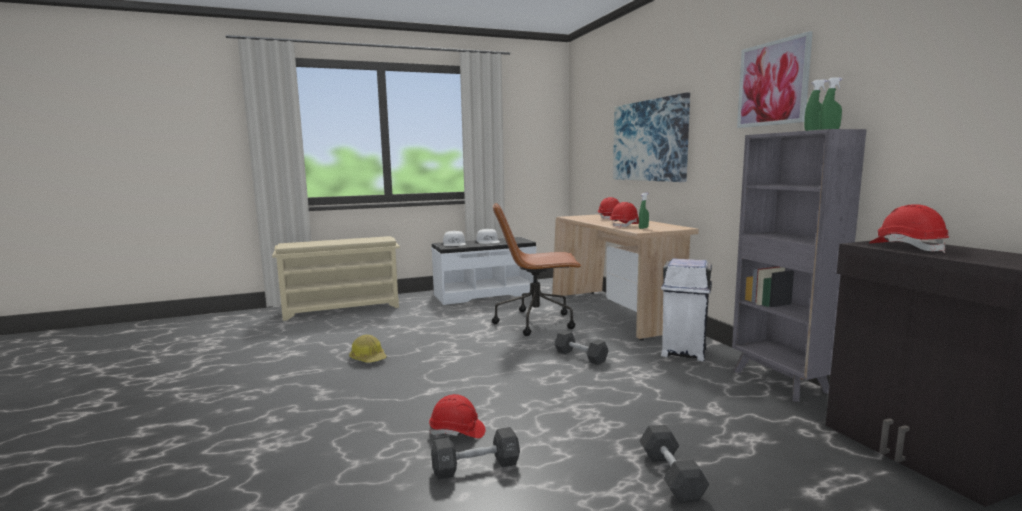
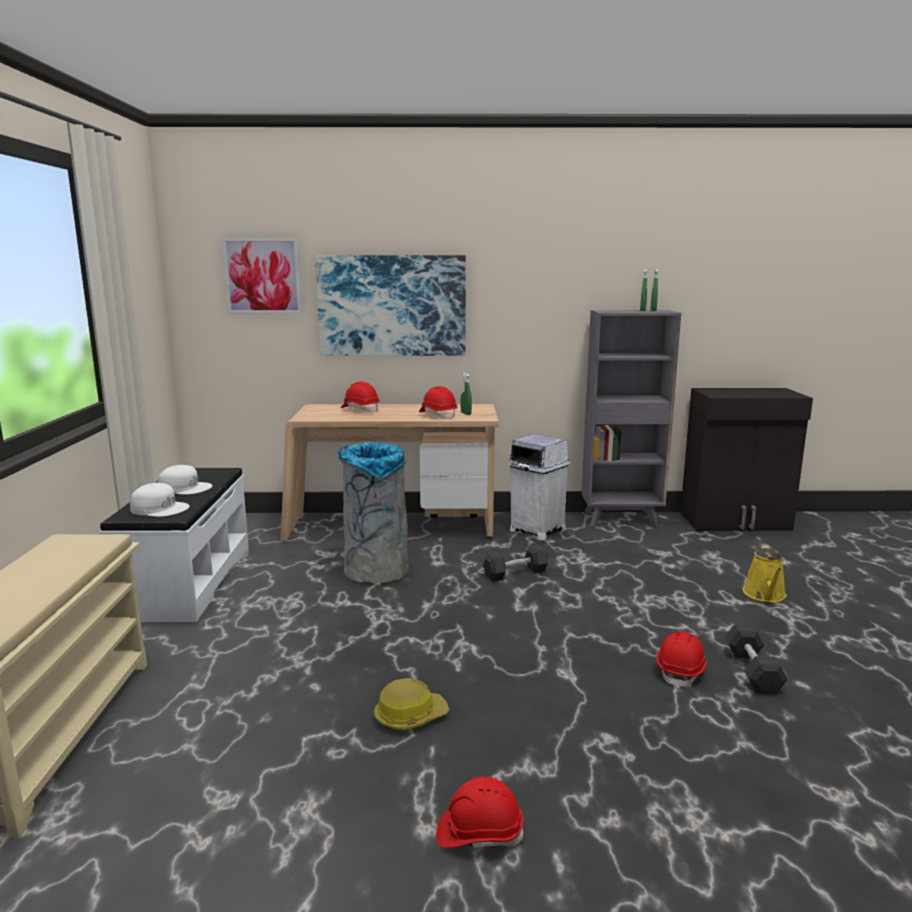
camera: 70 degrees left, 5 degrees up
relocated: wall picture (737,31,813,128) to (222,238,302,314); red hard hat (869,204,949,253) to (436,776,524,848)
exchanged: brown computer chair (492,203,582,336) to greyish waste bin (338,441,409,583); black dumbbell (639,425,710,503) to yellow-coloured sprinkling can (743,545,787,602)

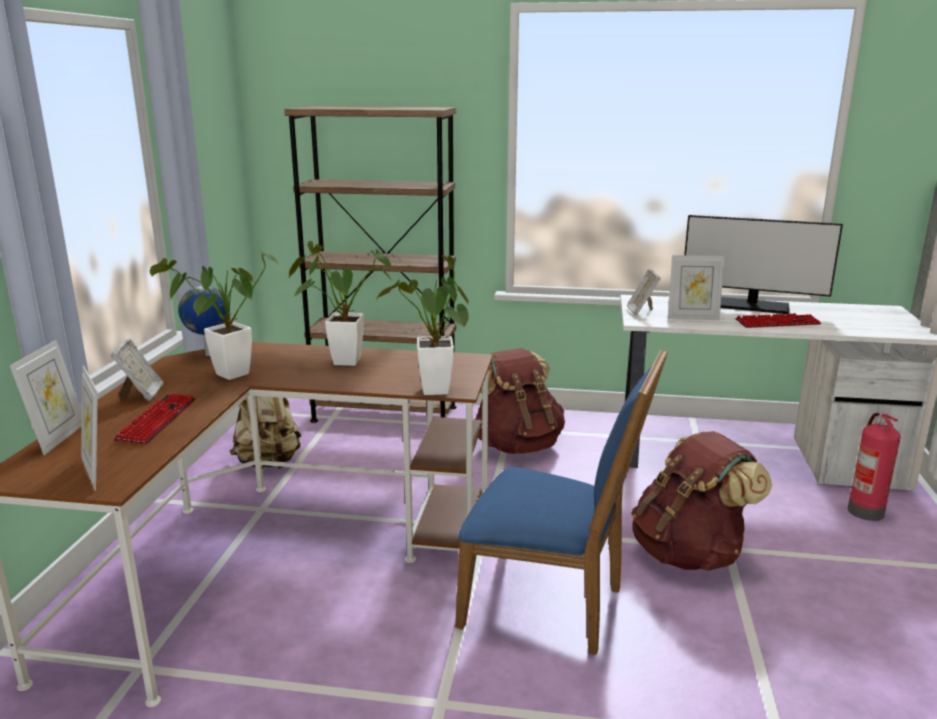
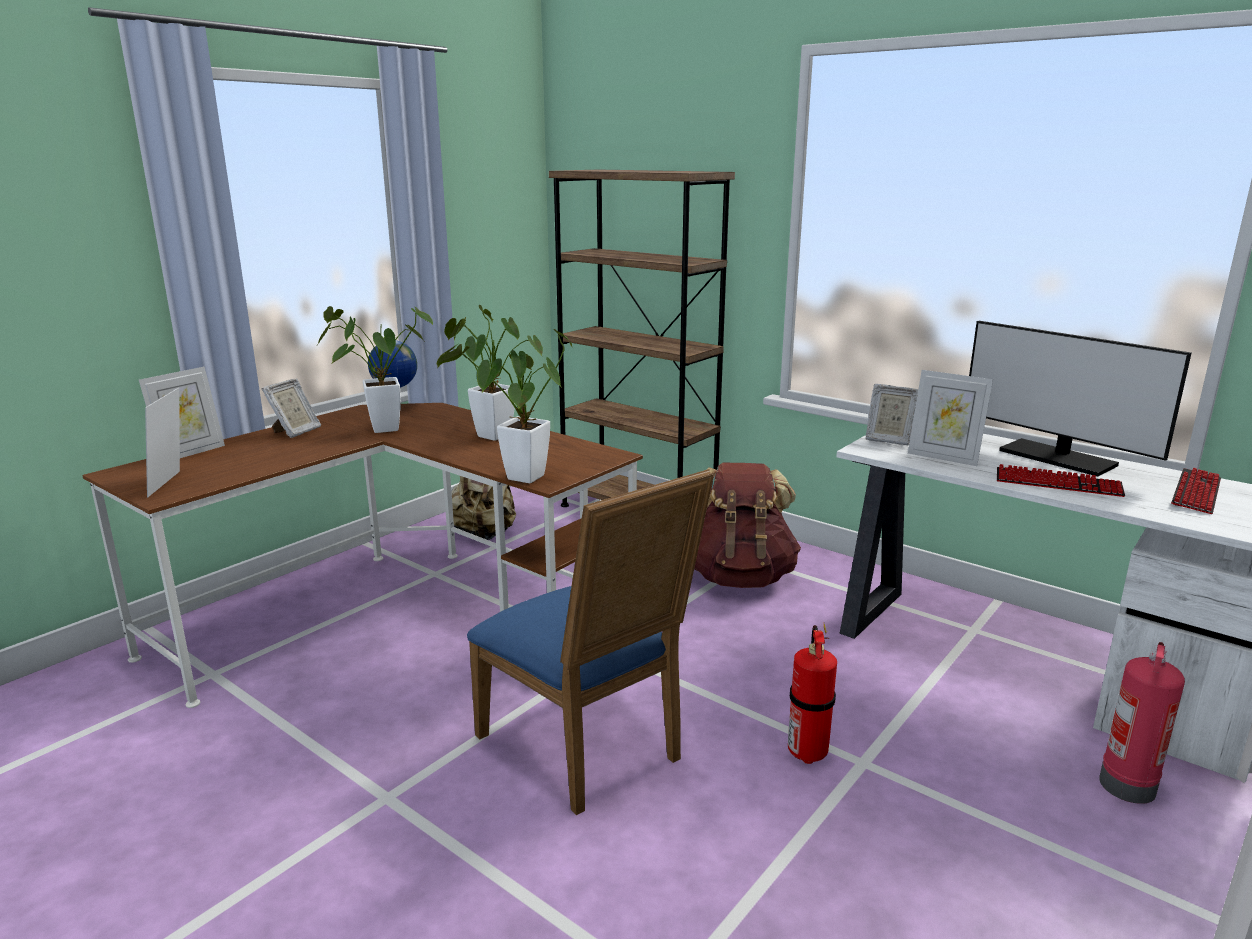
camera: 30 degrees right, 0 degrees up
relocated: keyboard (114,393,196,445) to (1171,467,1221,514)
exchanged: brown rucksack (631,431,772,571) to extinguisher (788,624,837,764)
spun: picture frame (627,269,661,315) = (866,384,918,445) 90 degrees counterclockwise

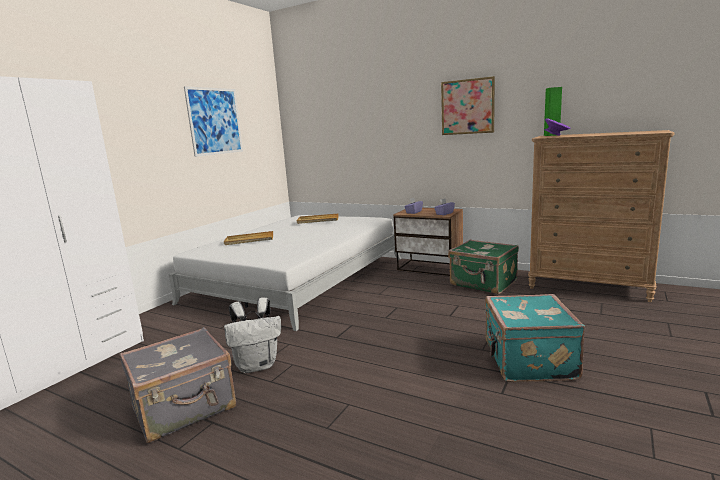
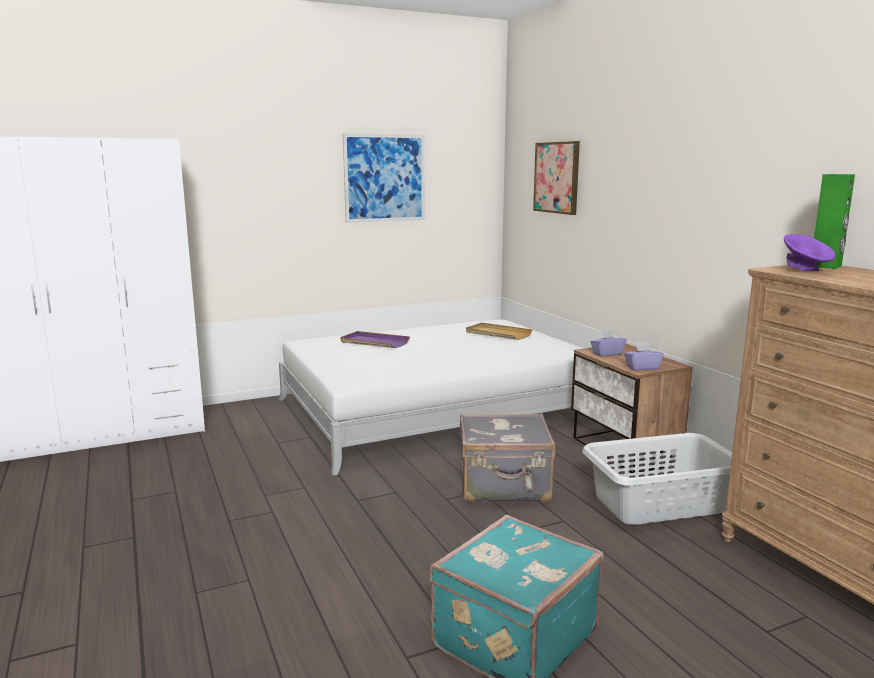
camera: 35 degrees right, 0 degrees up
missing: white rucksack (224,297,281,373)
relocated: greyish suitcase (119,327,236,443) to (460,413,555,502); wall picture (441,76,495,135) to (533,141,580,215)
exchanged: green suitcase (448,239,519,294) to greyish washing basket (582,433,732,525)
colour: beige-coloured tray (224,231,273,245) to purple tray (340,331,410,348)

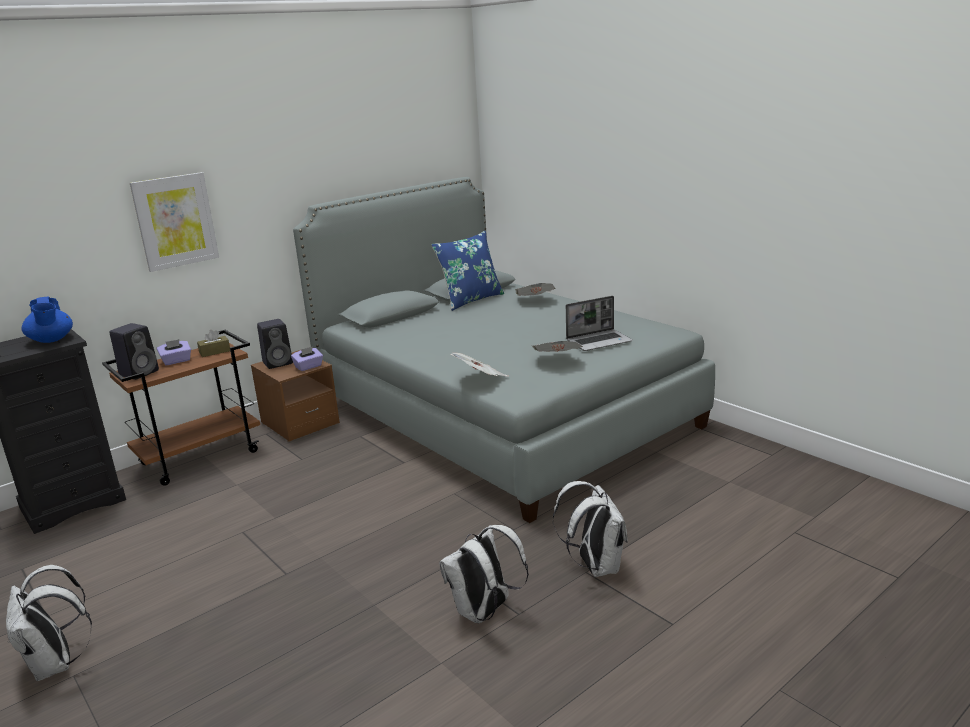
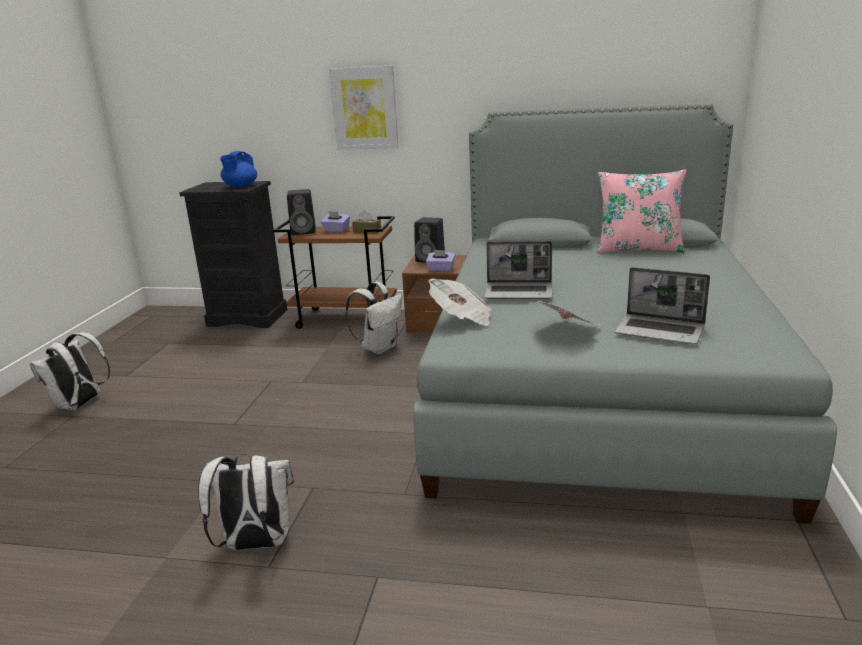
camera: 50 degrees right, 0 degrees up
missing: printed paper (515,283,555,296)
appeared: laptop (484,241,553,299)
relocated: white rucksack (553,481,628,577) to (345,282,402,354)
colour: blue-coloured pillow (431,231,504,311) to pinkish pillow (597,169,686,253)

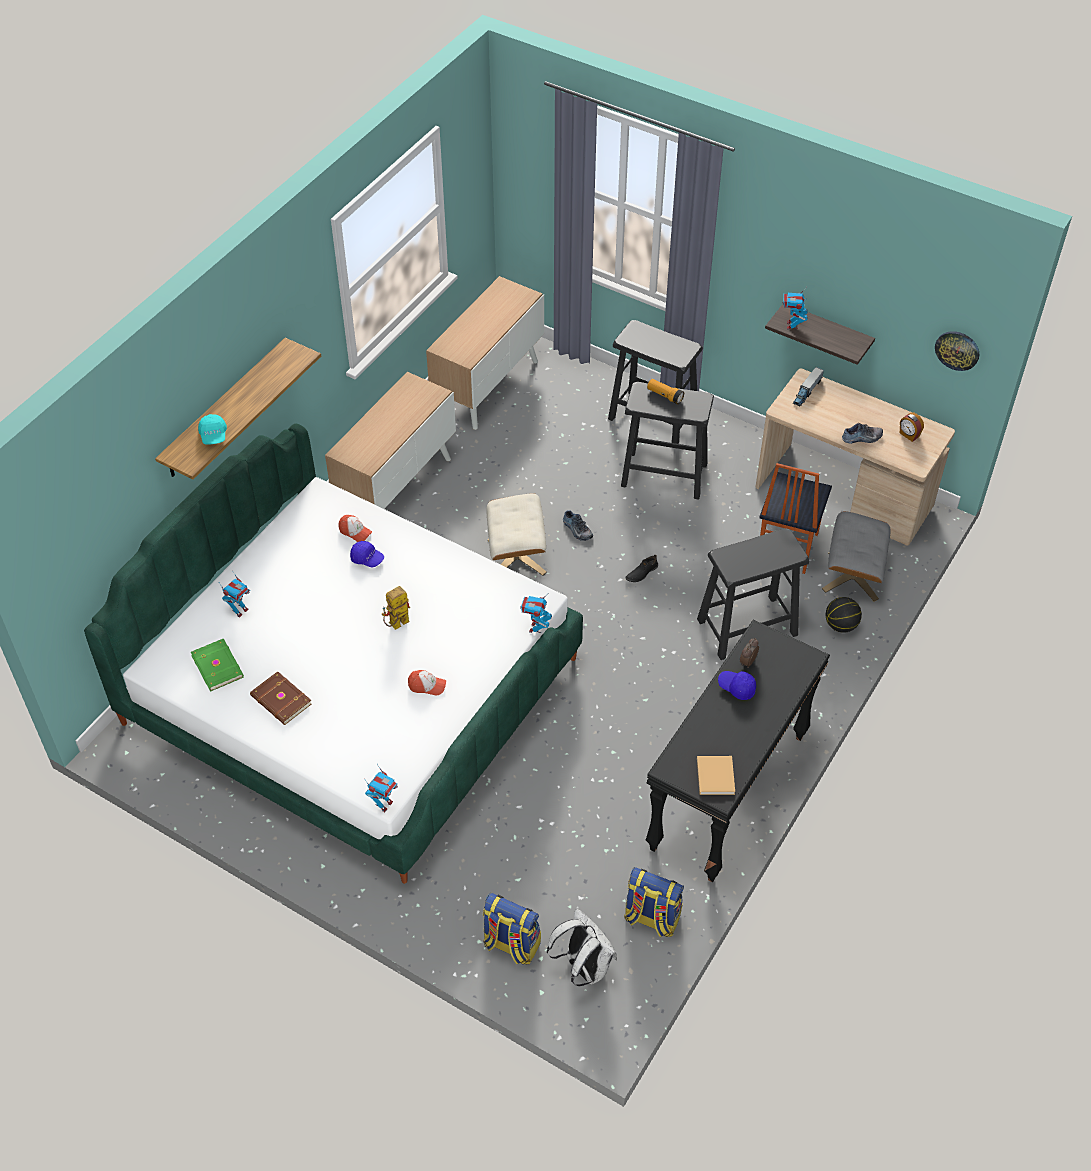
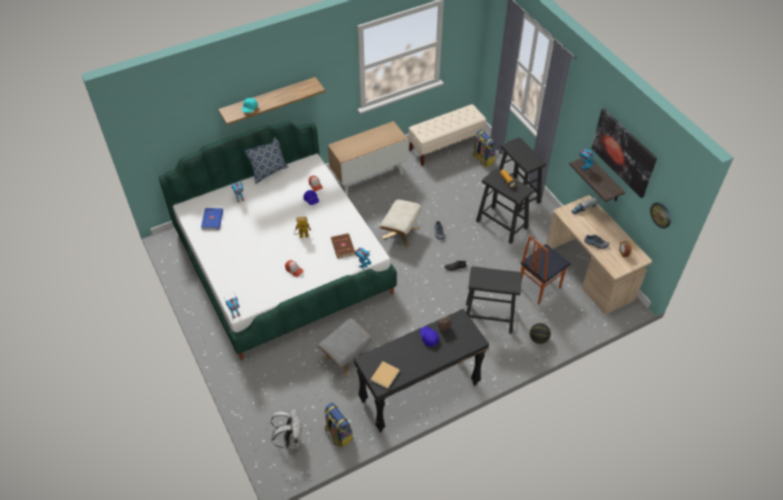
camera: 30 degrees right, 0 degrees up
appeared: pillow (244,137,288,184); wall picture (591,108,657,198)
relocated: brown bound book (250,671,312,725) to (331,233,355,259); rucksack (483,893,541,965) to (473,129,496,167); greyish pouffe (822,511,891,601) to (318,318,372,376)
exchanged: cabinet (426,276,544,430) to beige-coloured indoor bench (408,104,486,166)
colour: green bound book (191,639,244,692) to blue-coloured bound book (201,208,223,230)

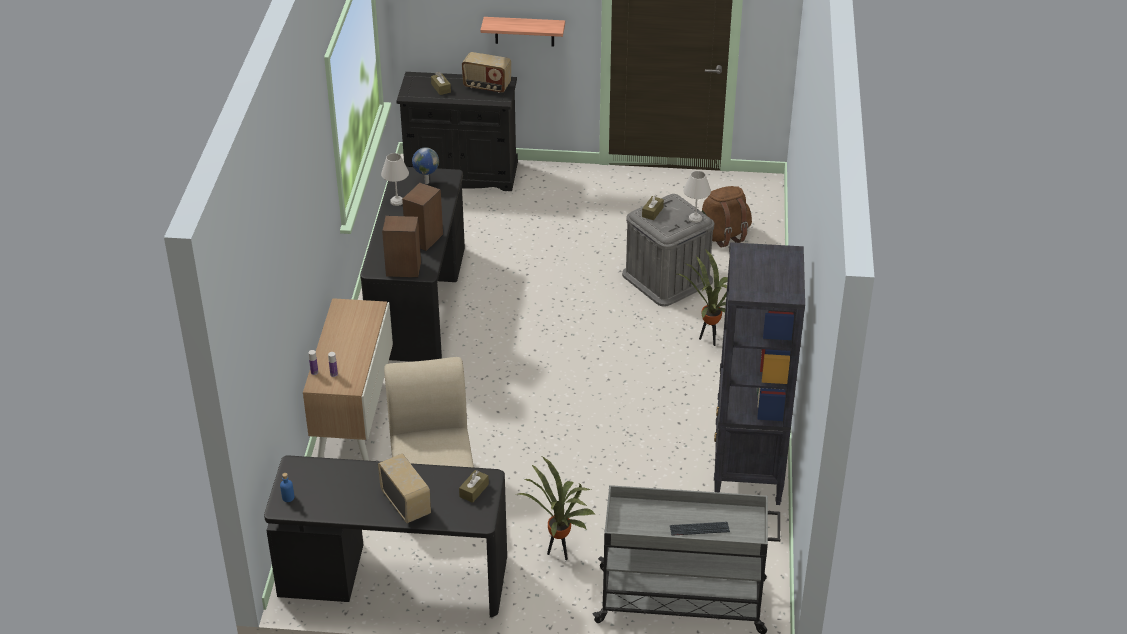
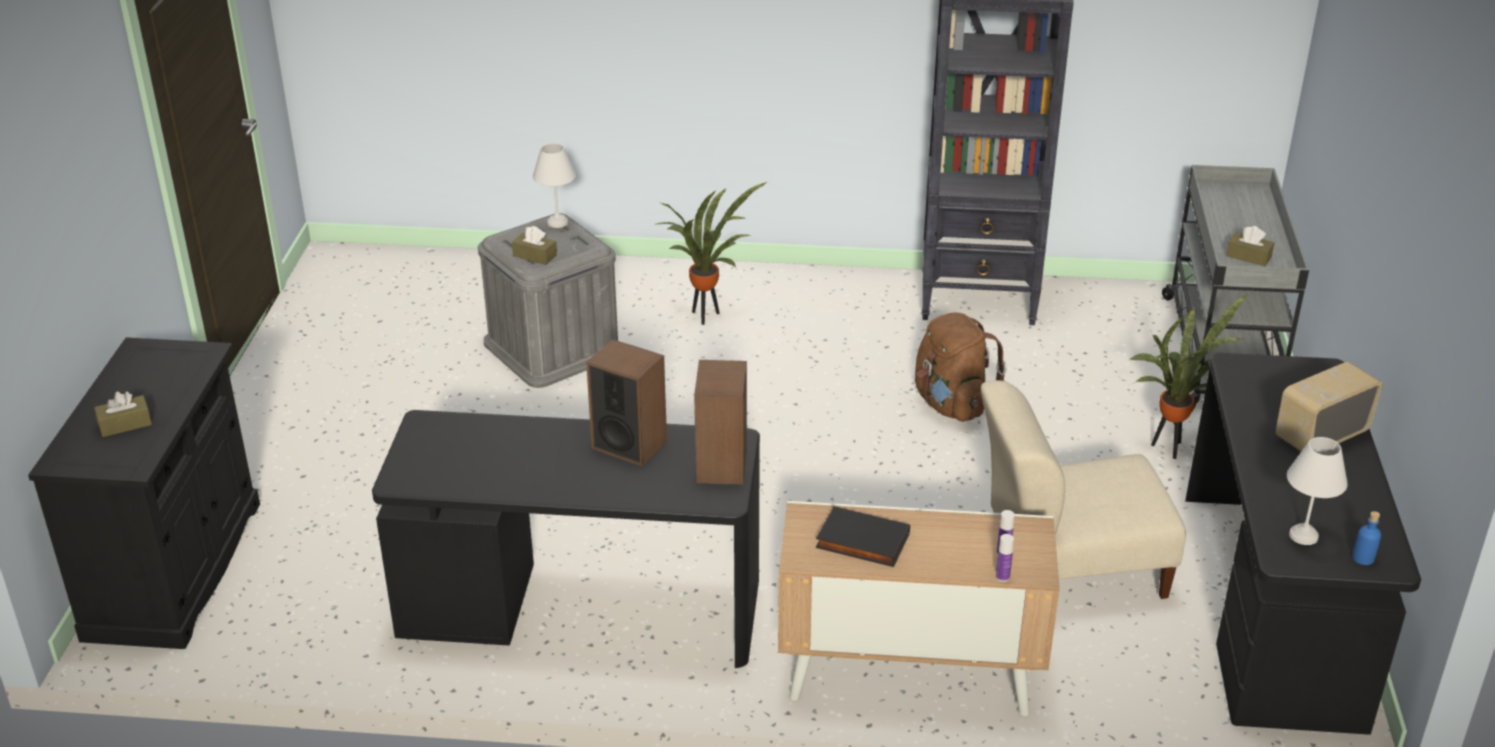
camera: 90 degrees left, 5 degrees down
missing: globe (412,147,439,184); radio set (462,52,511,93); bracket shelf (480,17,565,47); keyboard (670,522,730,536)
appeared: black bound book (816,506,910,567)
relocated: white lamp for a table (381,153,409,206) to (1287,437,1348,545); brown box of tissues (459,470,489,503) to (1226,226,1274,266); brown rucksack (701,186,752,247) to (915,313,1007,422)

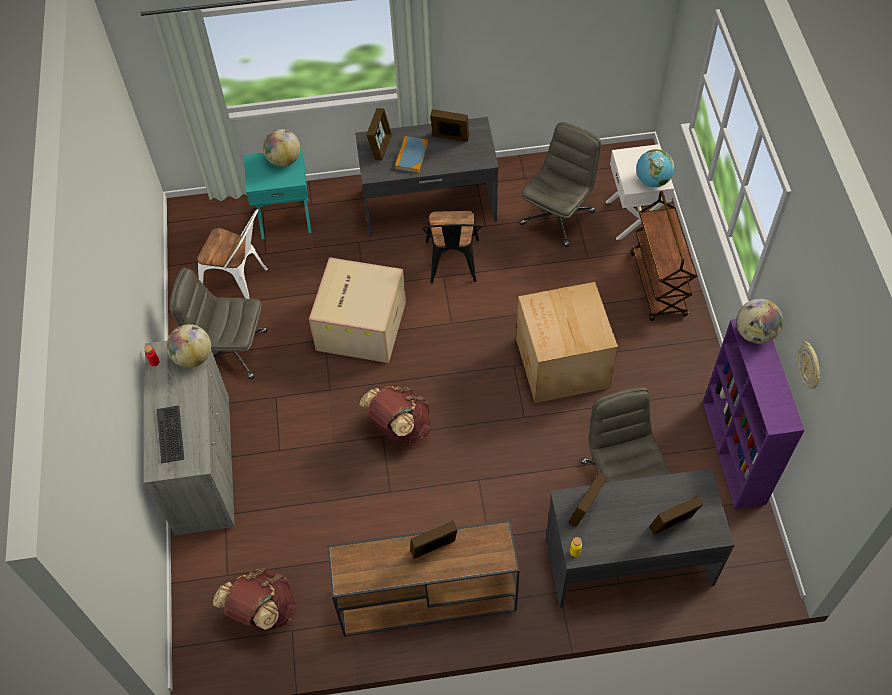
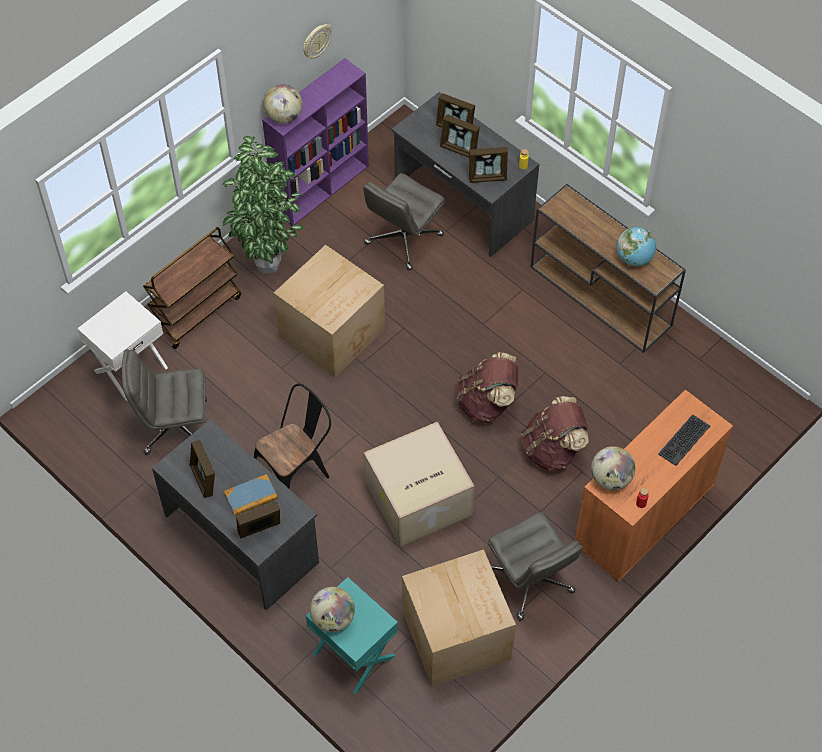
camera: 130 degrees left, 0 degrees up
appeared: houseplant (222,136,304,274)
relocated: brown rucksack (213,568,296,631) to (521,396,589,472); picture frame (410,521,458,559) to (440,114,480,158); globe (636,149,674,187) to (617,227,656,267)
exchanged: white plain chair (197,209,268,299) to cardboard box (402,549,516,687)
colour: greyish cabinet (145,340,235,535) to orangey cabinet (574,390,733,582)

